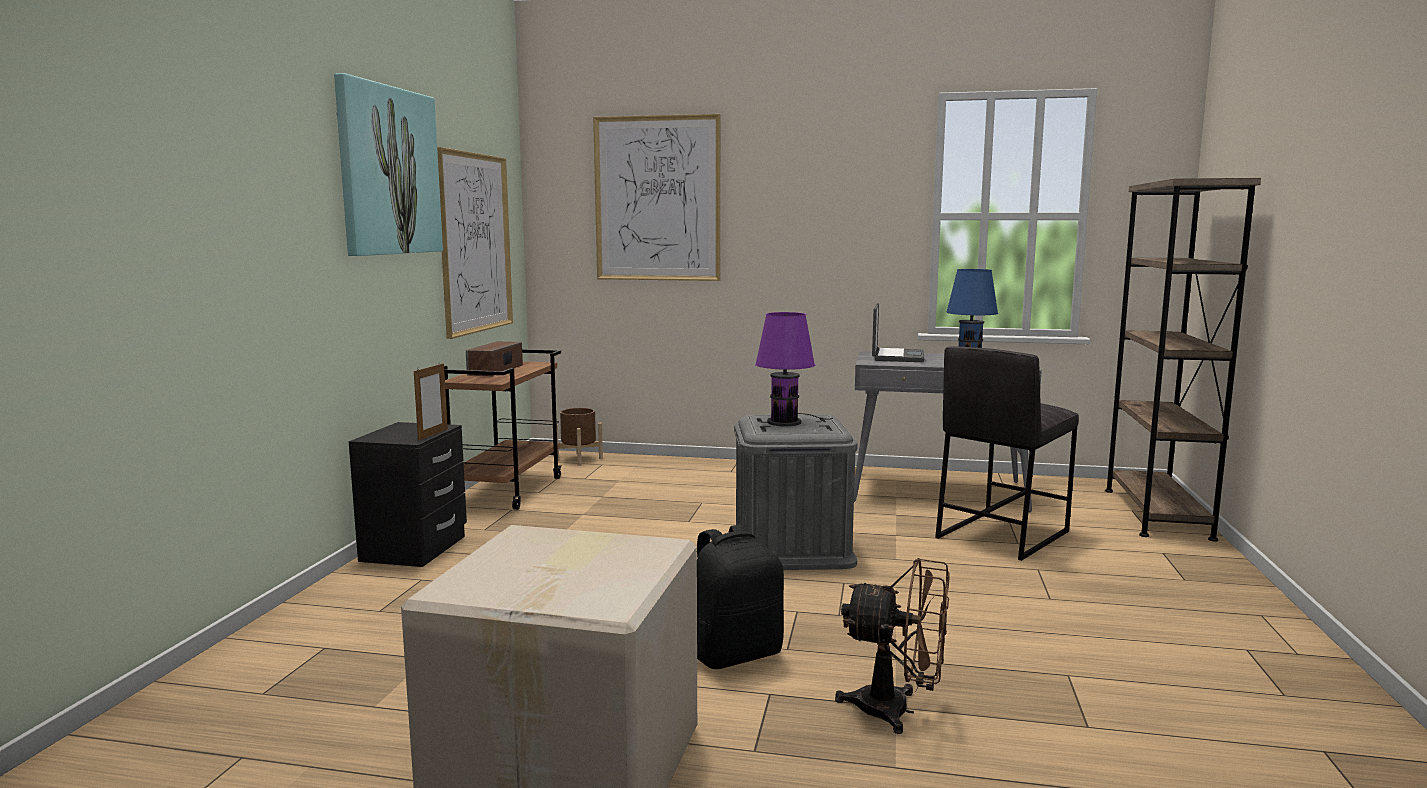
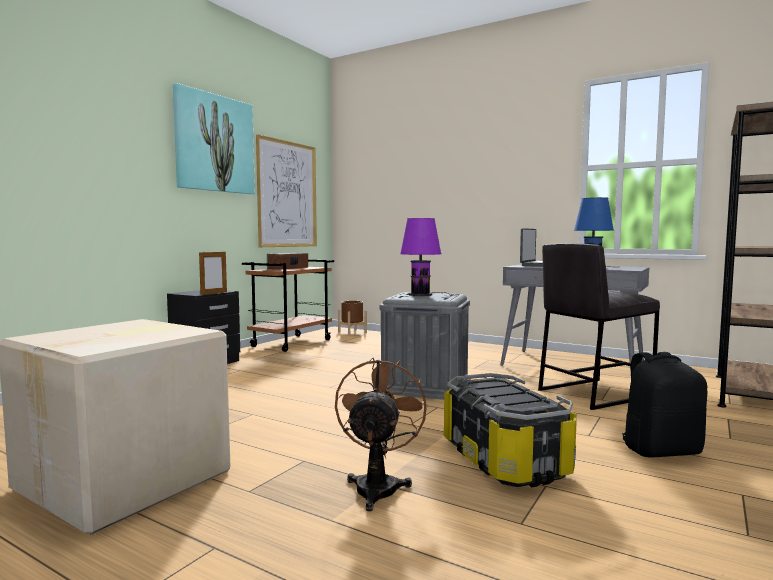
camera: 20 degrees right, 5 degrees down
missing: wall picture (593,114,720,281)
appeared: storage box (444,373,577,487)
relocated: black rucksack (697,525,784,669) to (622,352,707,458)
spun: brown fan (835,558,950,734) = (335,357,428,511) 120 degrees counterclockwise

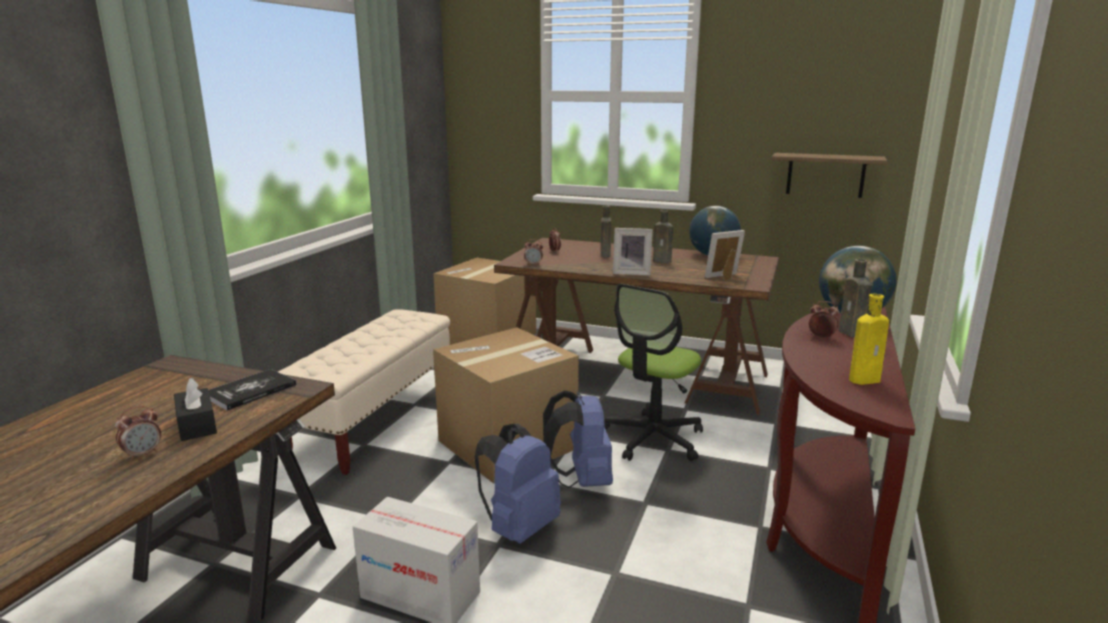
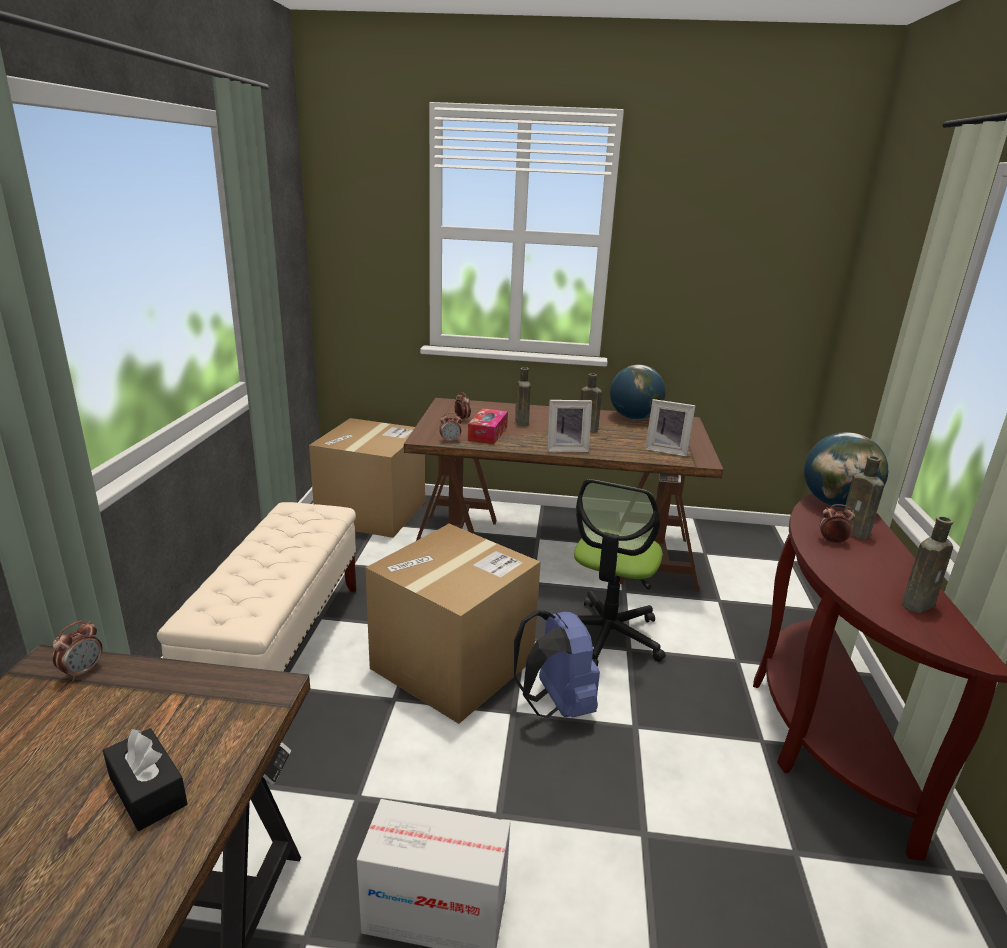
camera: 15 degrees left, 5 degrees up
missing: bound book (209,369,296,411); blue-coloured rucksack (474,424,561,544); bracket shelf (772,153,887,198)
appeared: box of tissues (468,408,508,444)
relocated: table clock (115,406,161,461) to (52,621,103,681)
colour: yellow-coloured bottle (849,294,889,385) to brown bottle (902,516,953,613)
spun: picture frame (705,230,745,280) = (645,399,696,457) 120 degrees counterclockwise

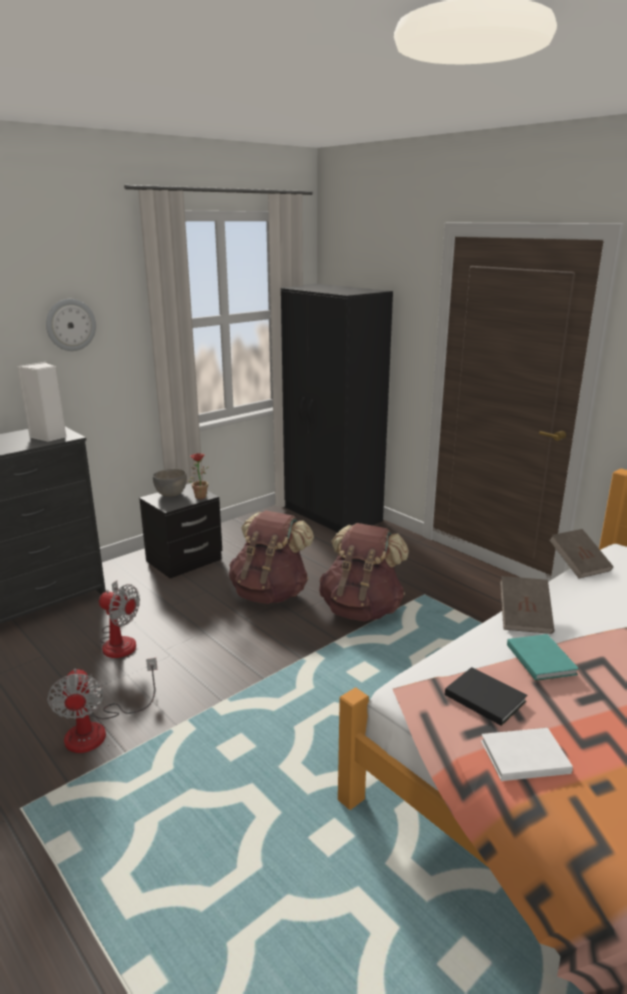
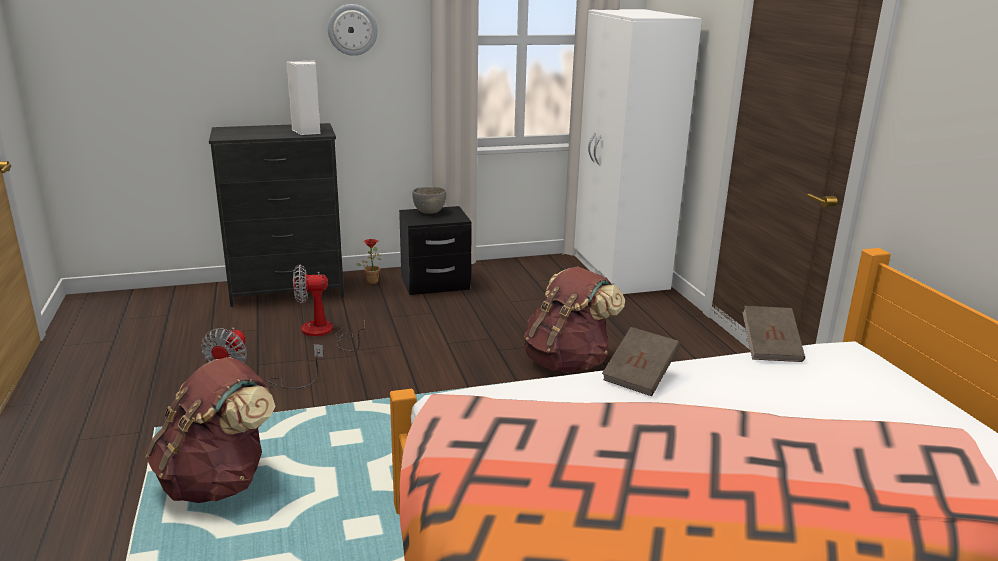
camera: 25 degrees right, 0 degrees up
missing: black bound book (445,667,527,726); white bound book (481,728,573,781); turquoise bound book (507,634,579,681)
relocated: houseplant (188,453,209,499) to (356,239,382,284); brown rucksack (229,510,314,604) to (145,357,276,503)
colour: black wardrobe (281,284,393,532) to white wardrobe (574,9,702,294)
spun: fan (99,580,140,658) = (293,265,366,352) 120 degrees clockwise

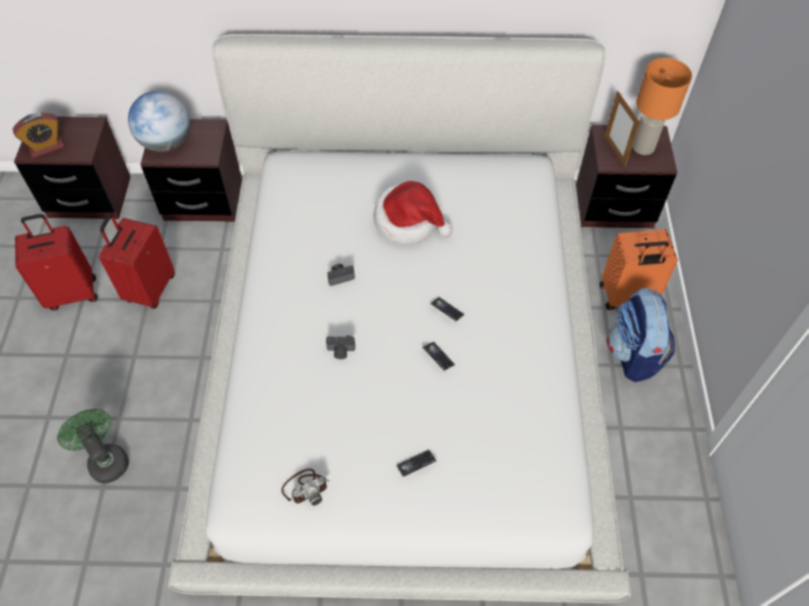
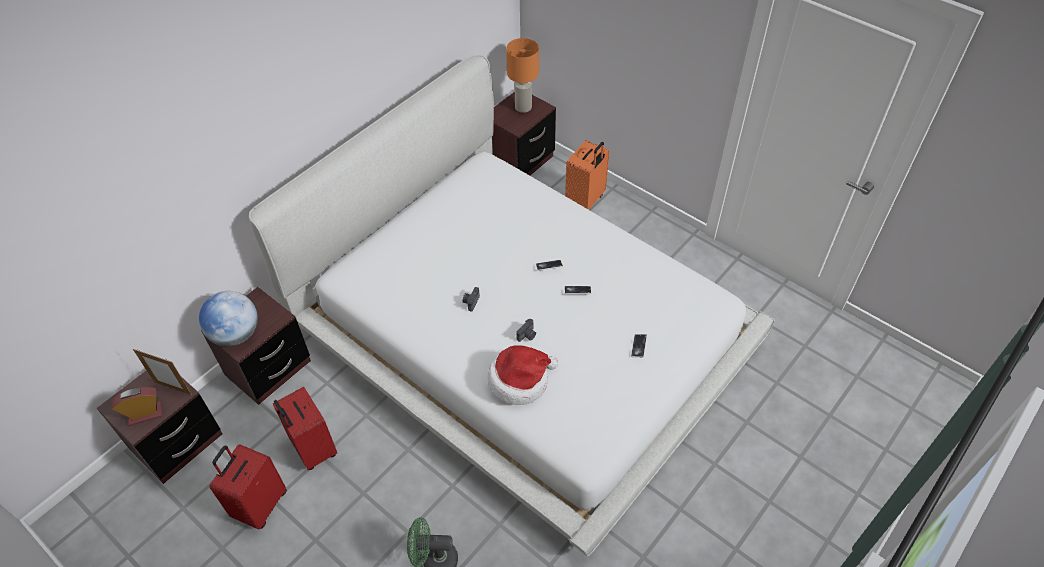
camera: 50 degrees left, 5 degrees down
missing: photo camera (281,469,329,506); rucksack (607,288,675,382)
relocated: clothing hat (373,181,453,244) to (488,345,558,405); picture frame (604,91,640,167) to (133,349,192,395)
spun: table clock (13,113,64,158) = (112,387,162,426) 120 degrees counterclockwise

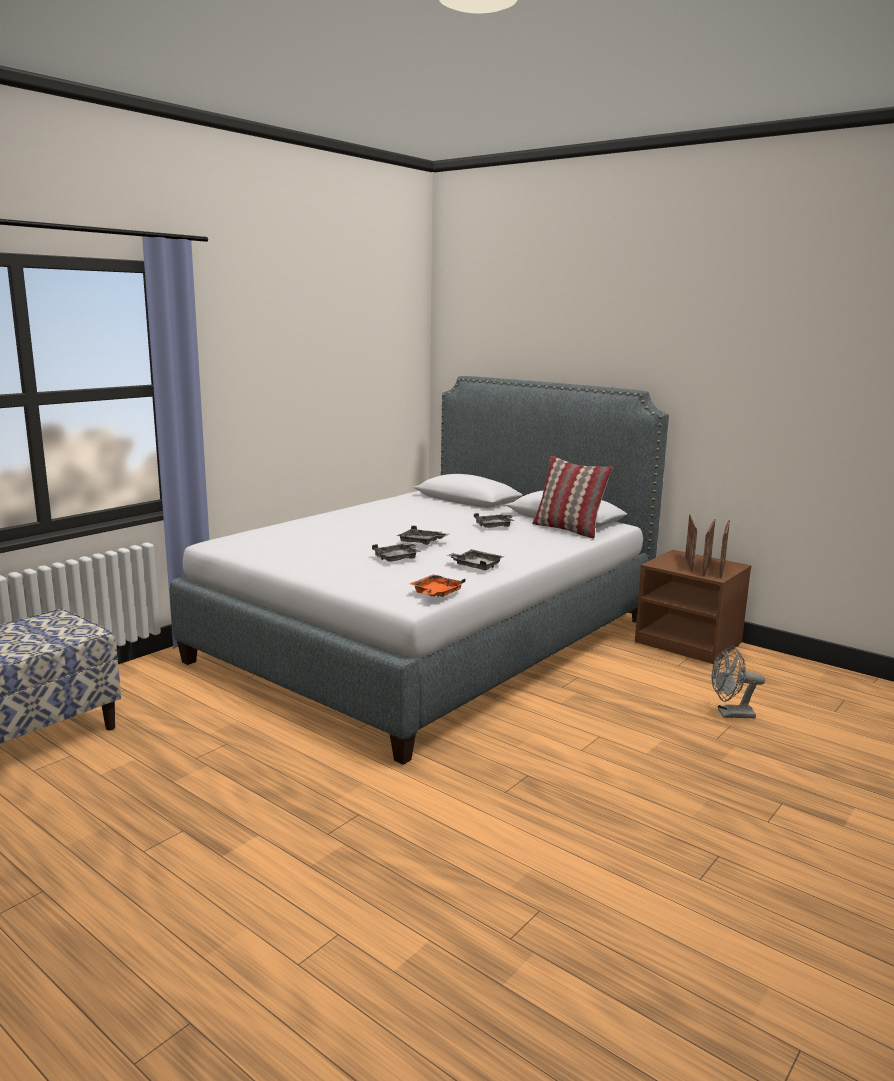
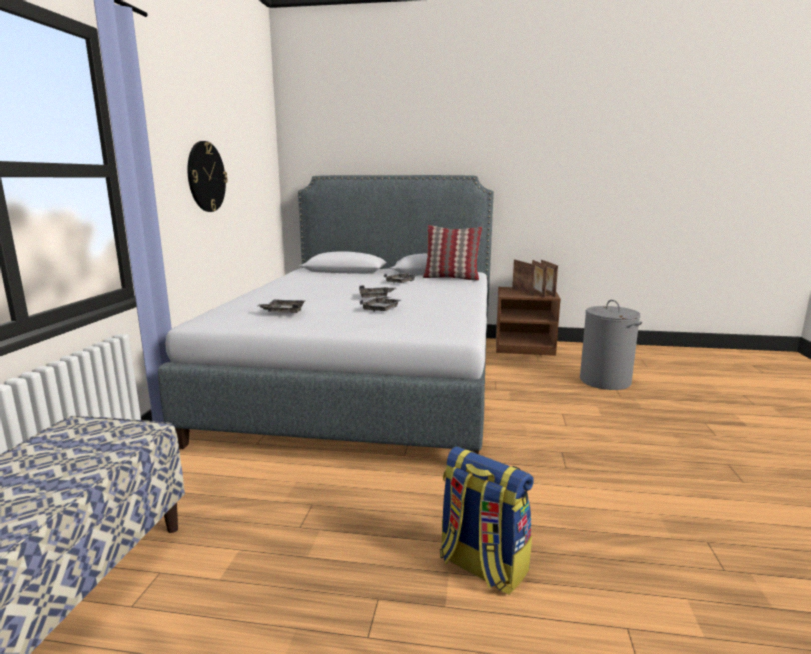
camera: 30 degrees left, 0 degrees up
missing: orangey tray (410,574,465,597)
appeared: hanging clock (187,141,228,212); rucksack (440,446,534,595)
relocated: greyish tray (446,549,504,570) to (257,299,305,313)
exchanged: greyish fan (712,646,765,719) to greyish washing basket (580,300,642,390)

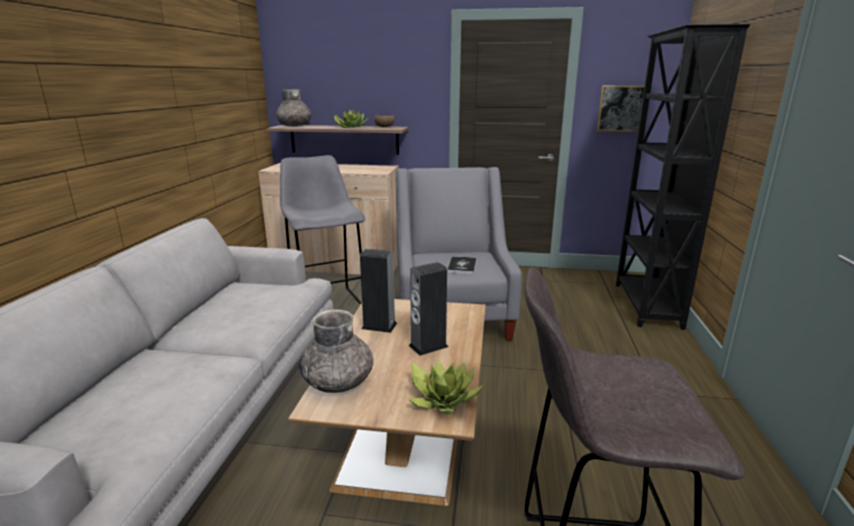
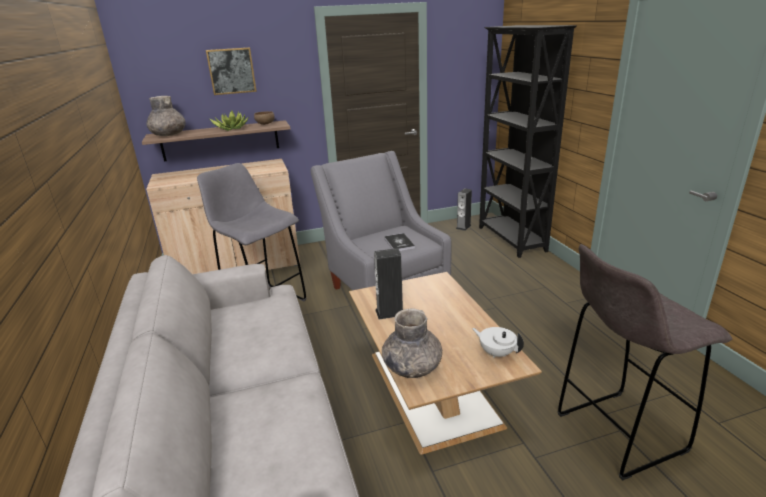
camera: 25 degrees left, 5 degrees up
relocated: speaker (409,262,448,356) to (456,188,472,231); wall picture (597,86,645,132) to (206,47,257,95)
exchanged: houseplant (407,360,484,414) to white tea pot (472,327,524,358)

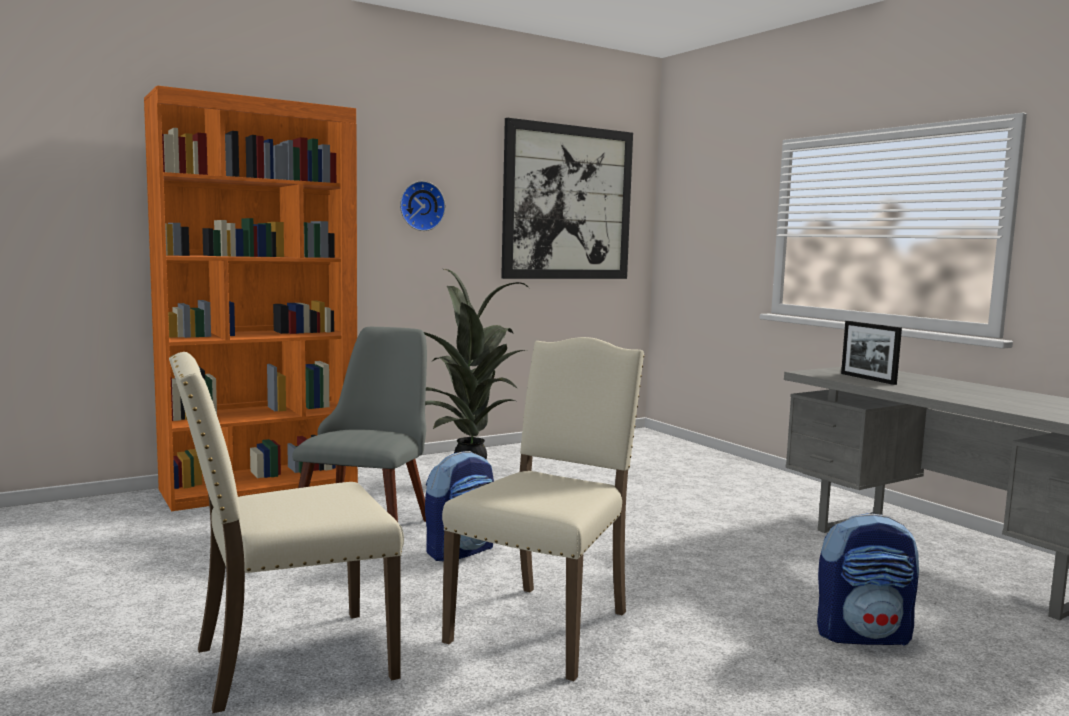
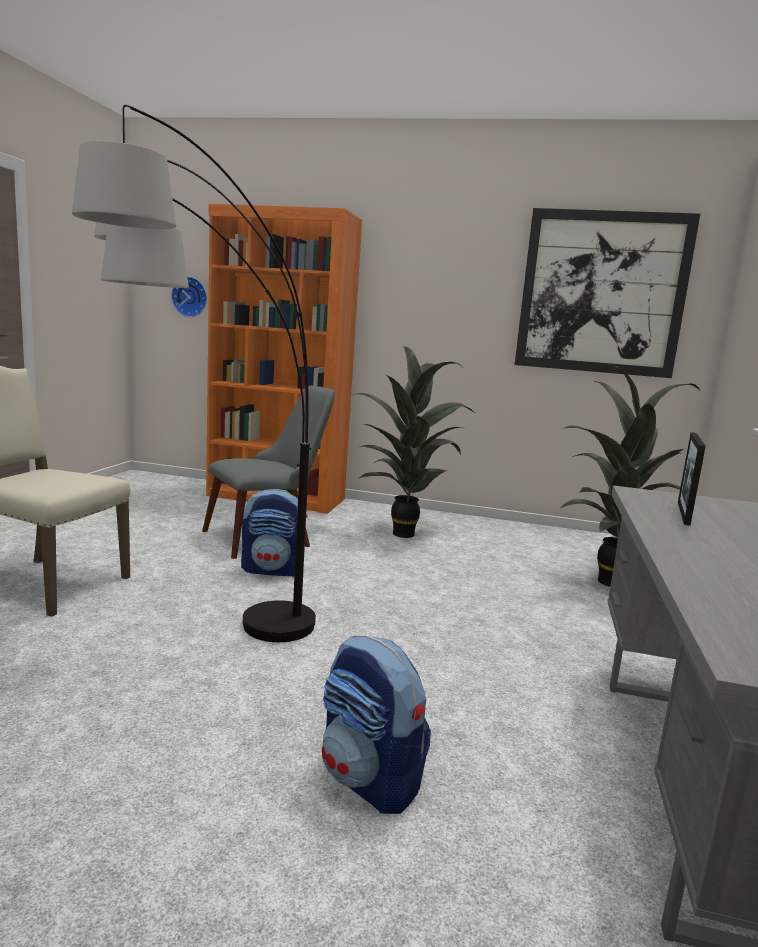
camera: 45 degrees right, 5 degrees up
appeared: houseplant (561,365,700,587)
relocated: hanging clock (400,181,446,231) to (171,277,207,317)
exchanged: beige-coloured plain chair (442,337,644,681) to standard lamp (72,105,316,642)

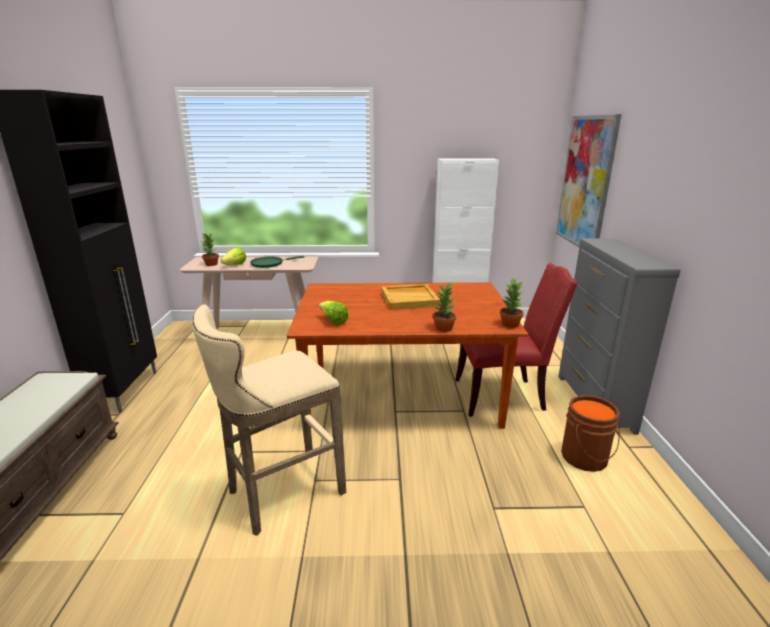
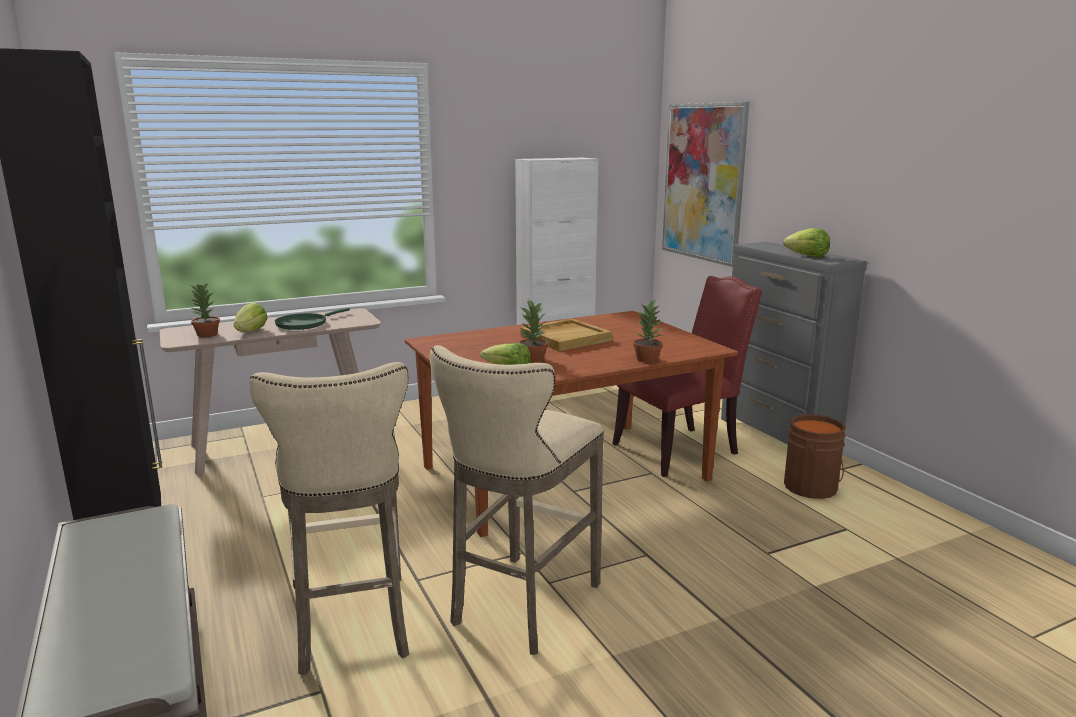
camera: 25 degrees left, 5 degrees down
appeared: beige-coloured sitting stool (249,362,409,675); lettuce (783,228,830,257)
relocated: houseplant (500,278,525,328) to (519,299,548,363)

